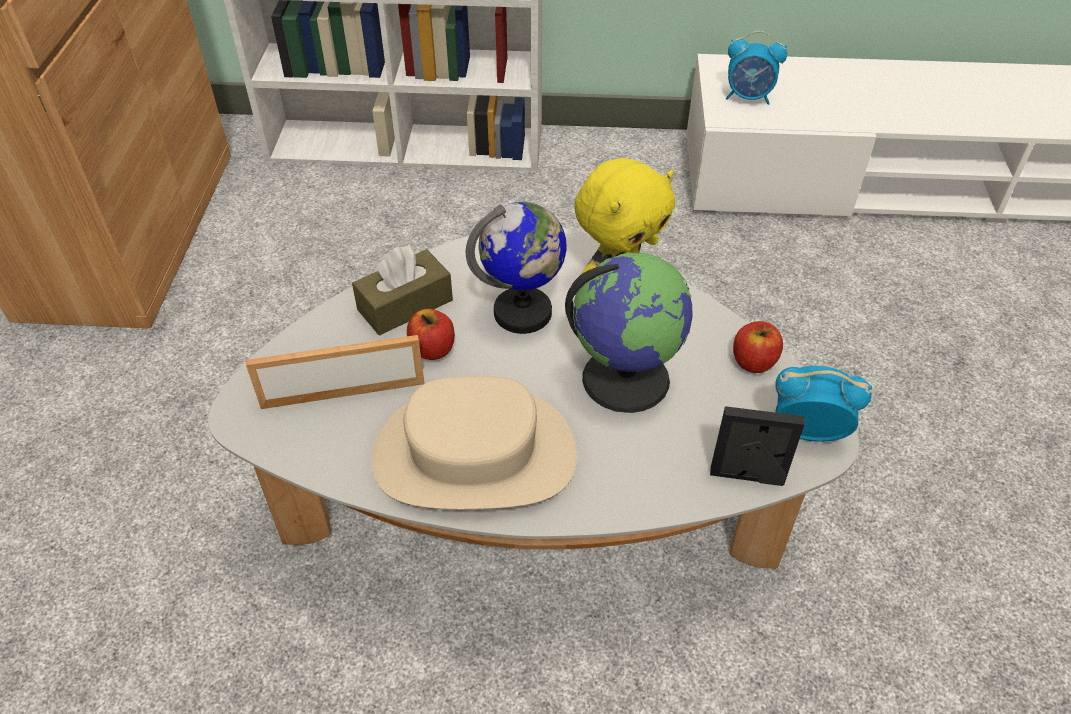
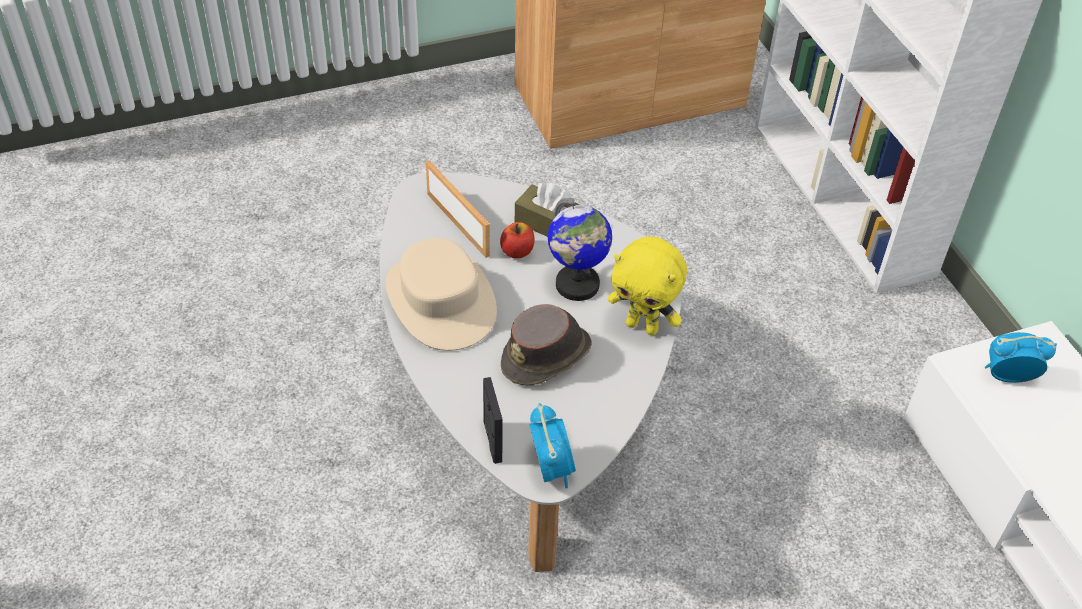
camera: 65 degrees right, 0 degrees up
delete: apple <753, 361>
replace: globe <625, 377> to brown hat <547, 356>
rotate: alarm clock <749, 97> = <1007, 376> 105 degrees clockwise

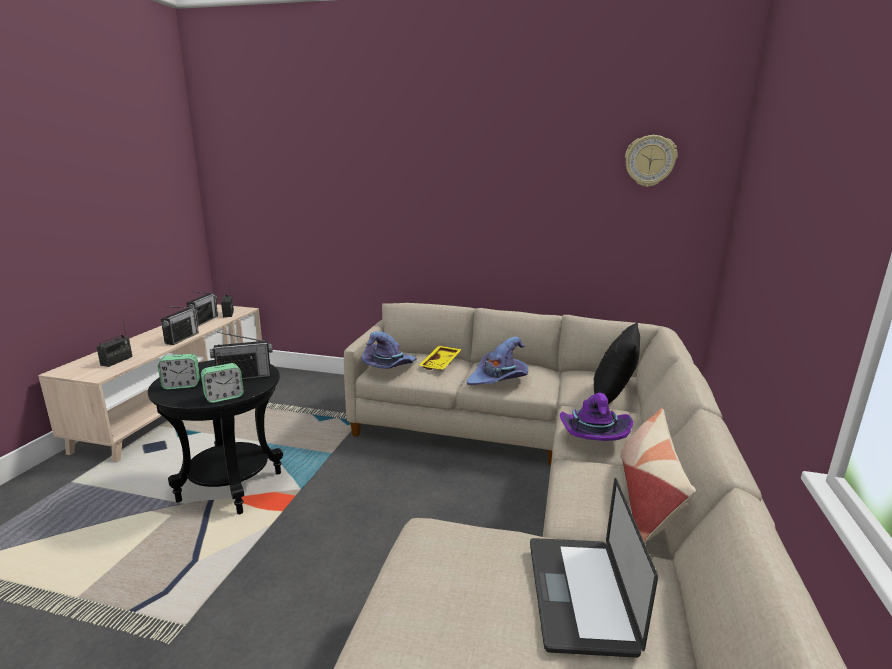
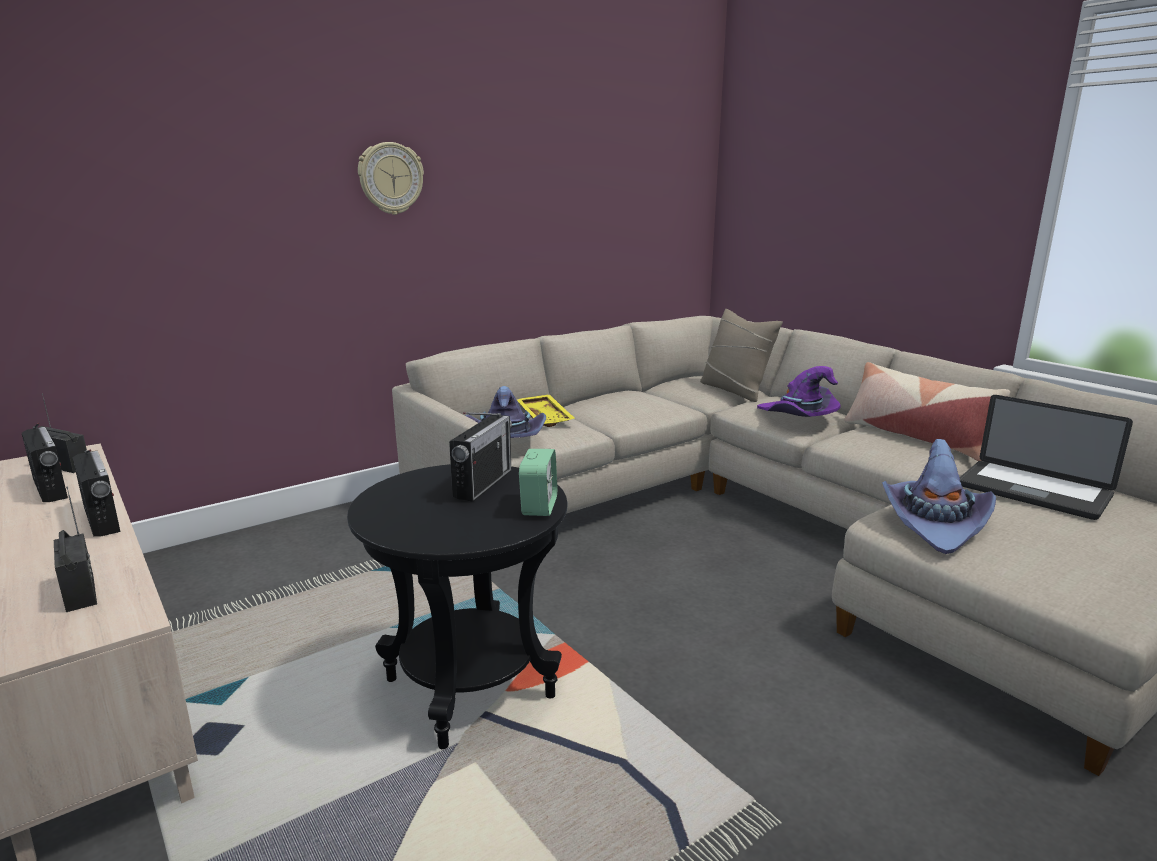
camera: 50 degrees left, 0 degrees up
delete: alarm clock <181, 385>
move: wall clock <649, 161> to <390, 178>; purple hat <498, 379> to <934, 524>
recolor: black pillow <612, 396> to beige pillow <735, 390>

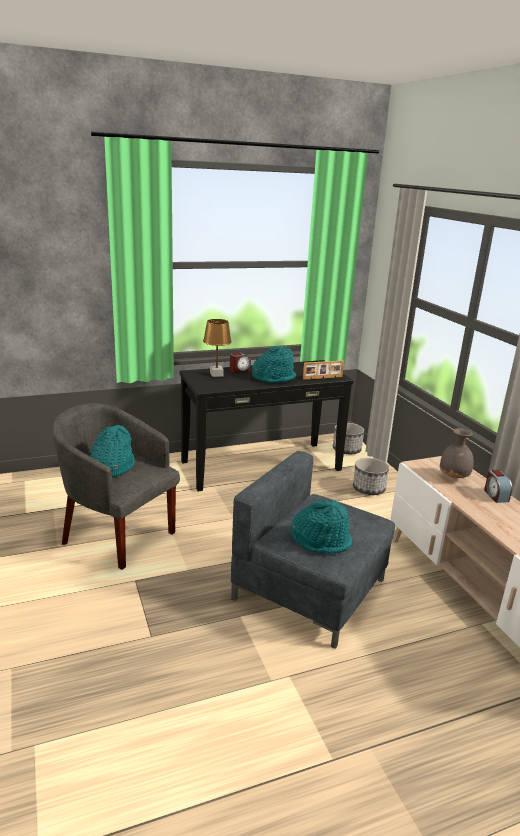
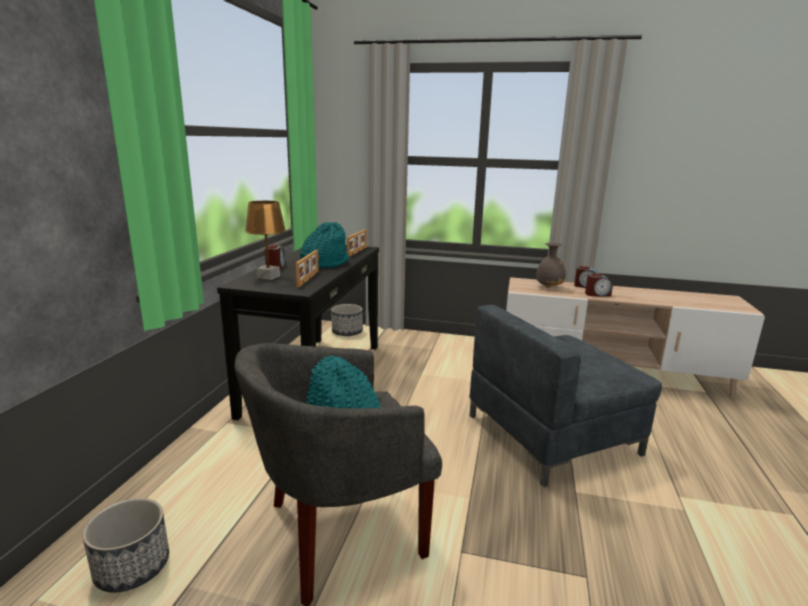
camera: 55 degrees left, 5 degrees down
delete: turquoise hat <321, 540>
insert: picture frame <309, 279>; alarm clock <597, 294>
move: planter <368, 488> to <132, 567>

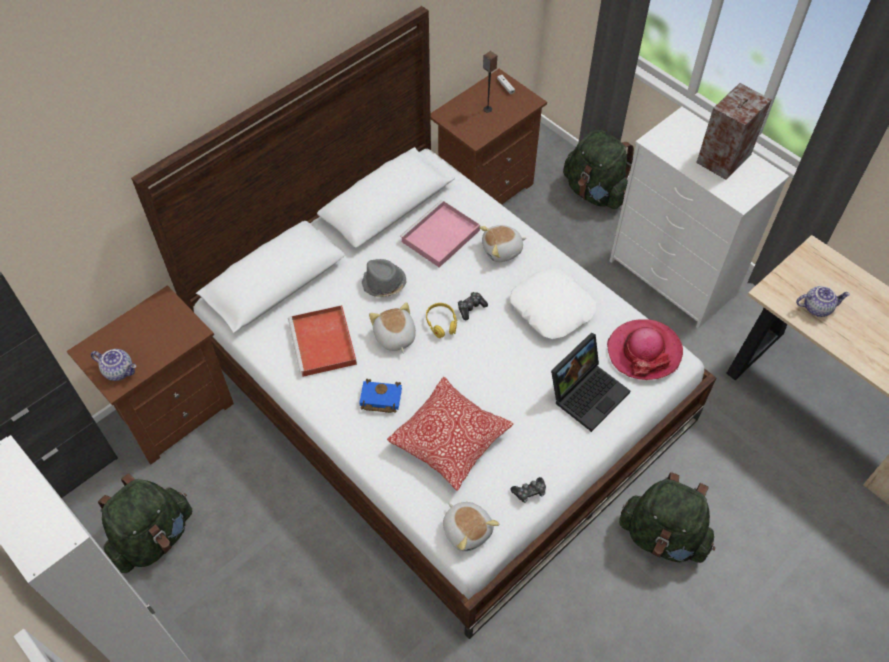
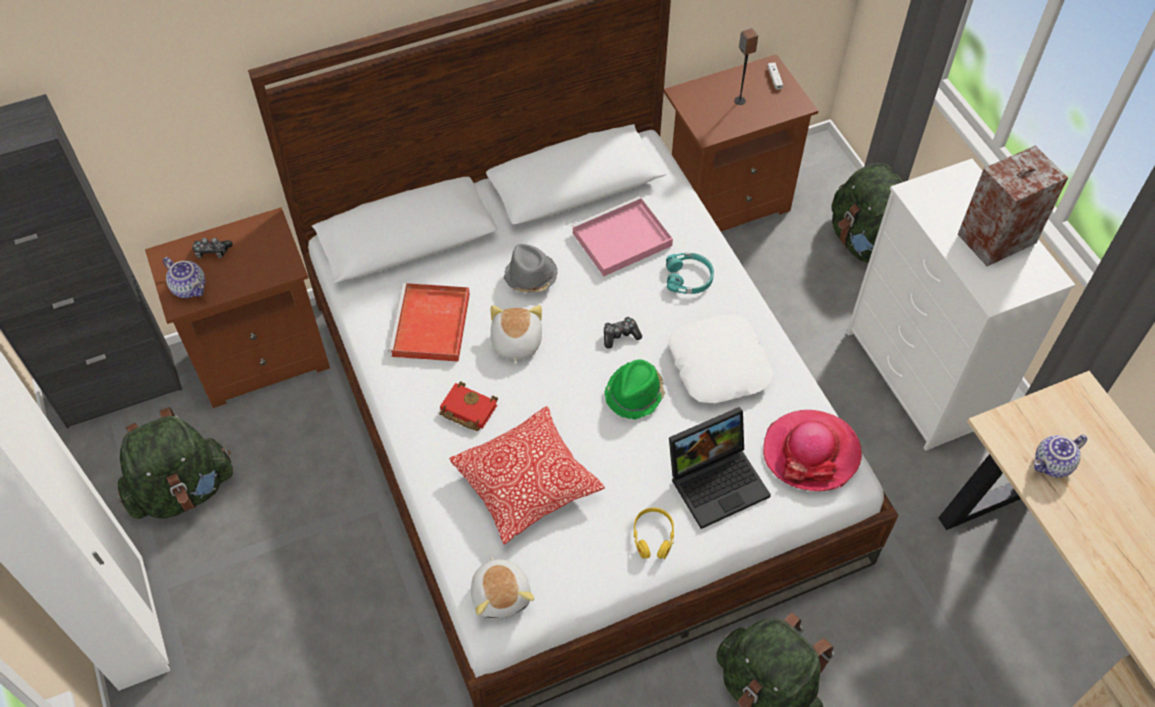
camera: 20 degrees right, 0 degrees up
insert: green hat <635, 393>
move: game controller <529, 492> to <212, 251>; yellow headphones <441, 323> to <653, 537>
replace: plush toy <502, 250> to turquoise headphones <689, 278>
recolor: blue book <379, 399> to red book <466, 410>
rotate: teapot <817, 307> = <1052, 465> 135 degrees clockwise

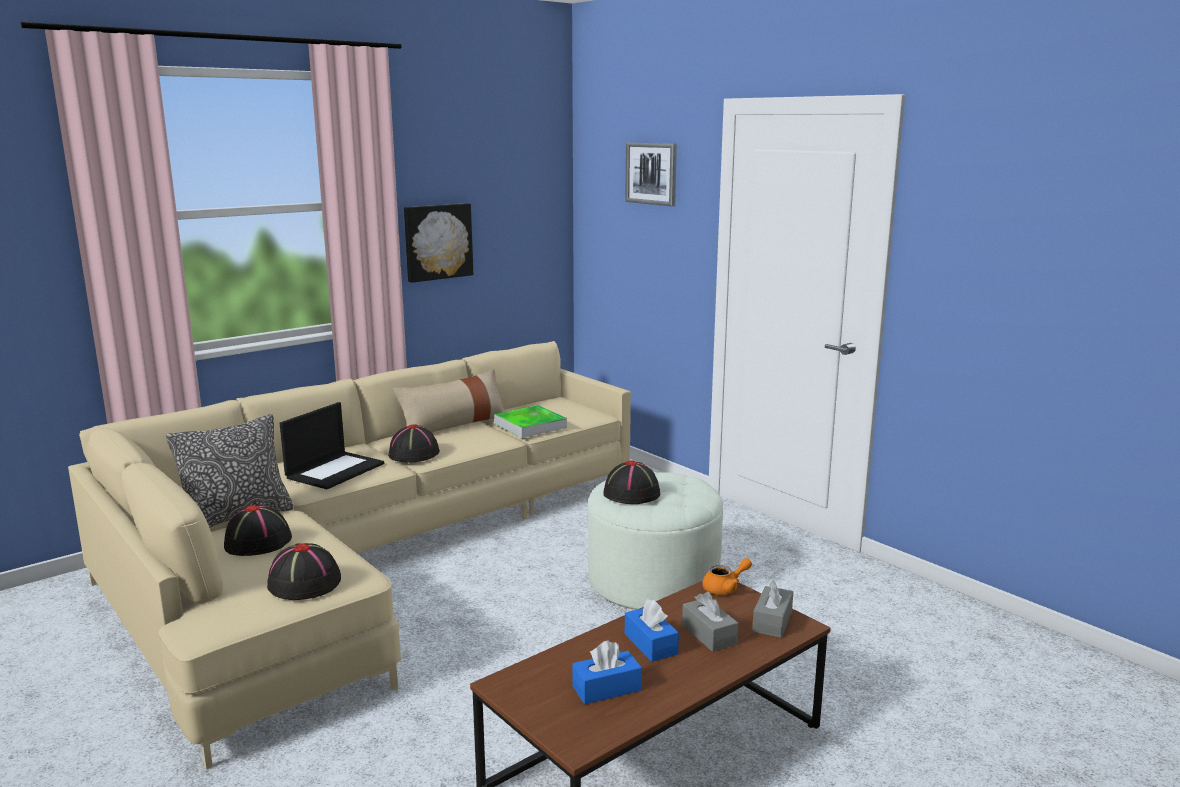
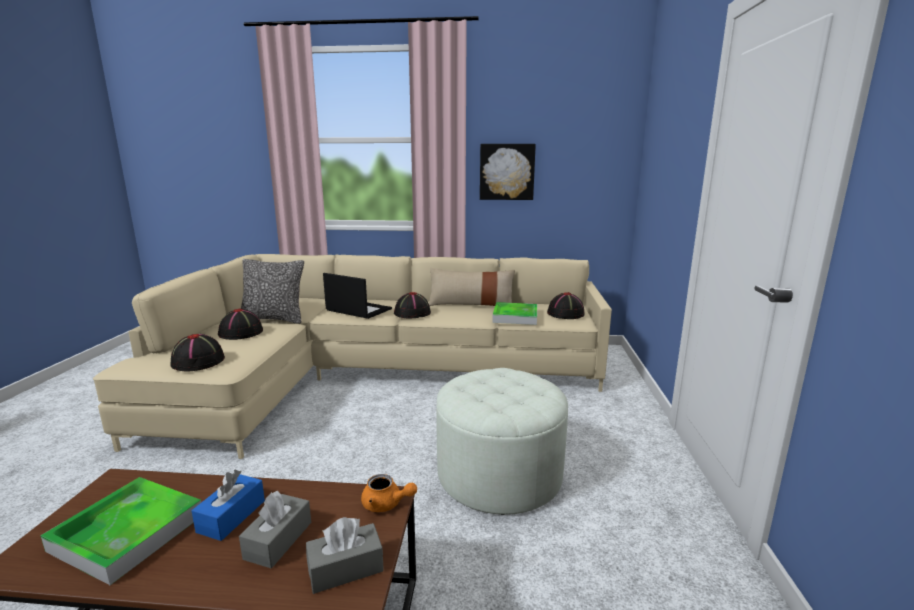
camera: 45 degrees right, 0 degrees up
delete: picture <651, 173>
move: black hat <632, 494> to <565, 314>
replace: blue tissue box <606, 688> to tray <128, 532>
rotate: laptop <335, 470> = <357, 310> 135 degrees counterclockwise

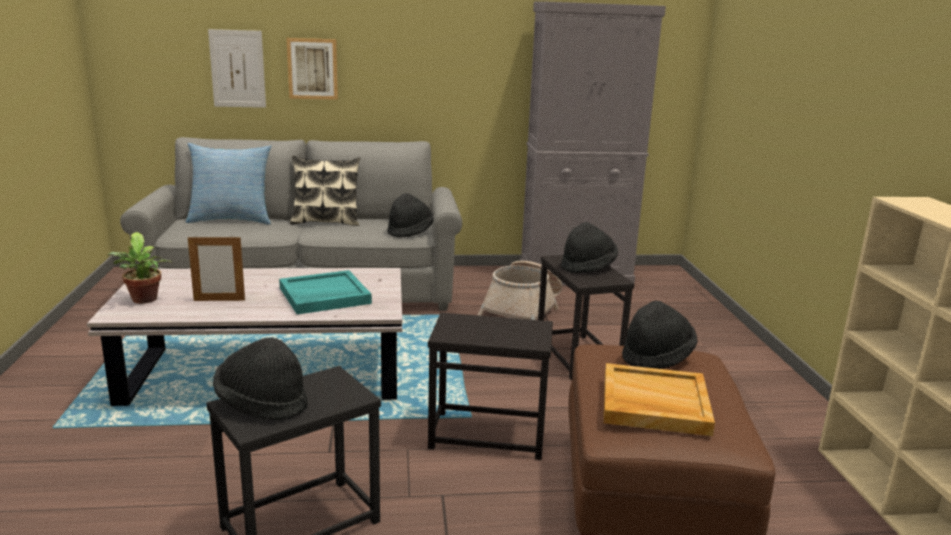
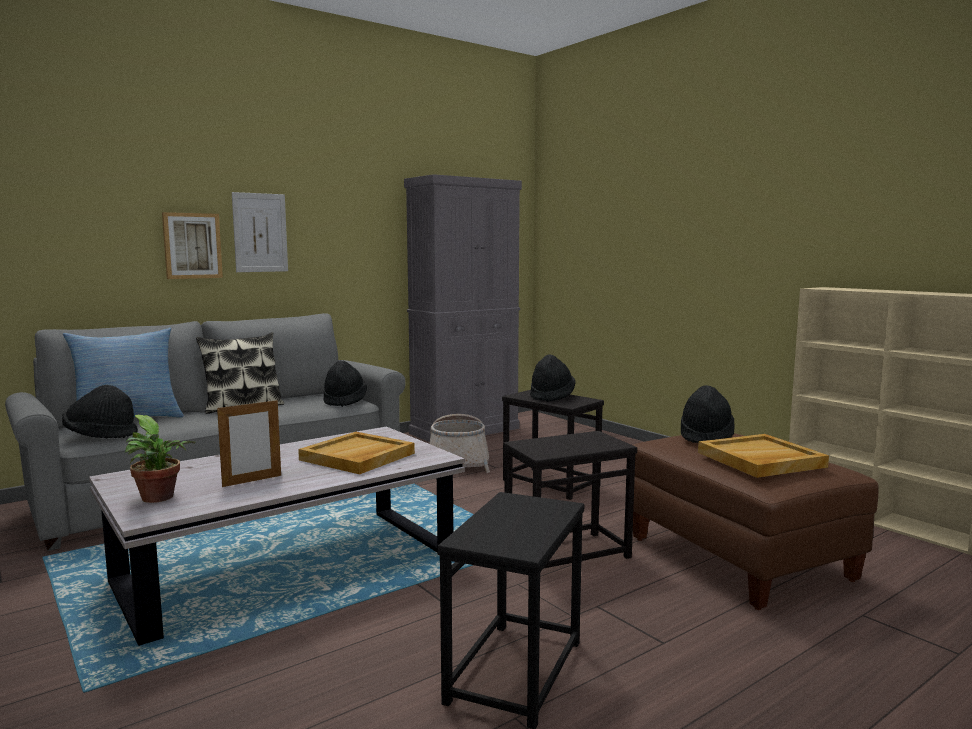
camera: 30 degrees left, 10 degrees down
move: black hat <262, 404> to <100, 436>; picture <237, 69> to <260, 232>
recolor: turquoise tray <324, 296> to beige tray <357, 457>

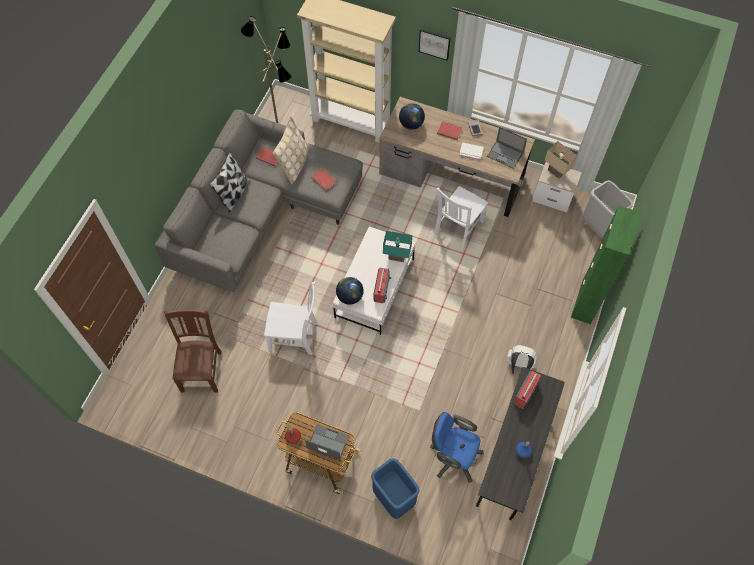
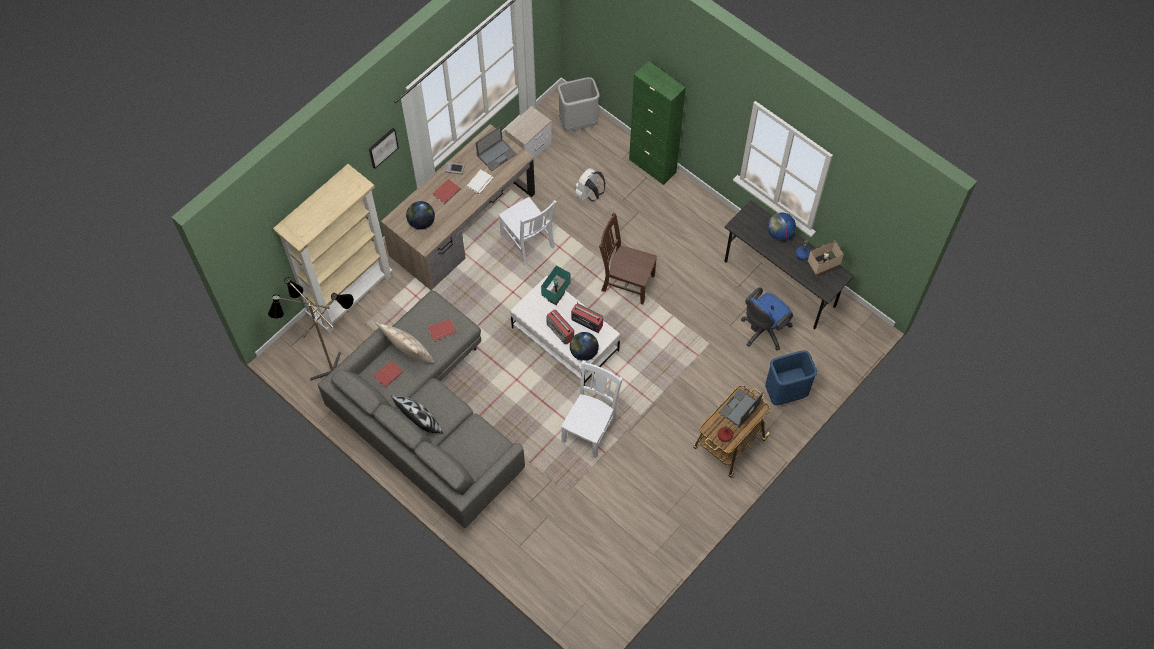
camera: 70 degrees left, 0 degrees up
insert: globe <779, 234>
move: radio <525, 393> to <560, 331>; white backpack <518, 366> to <589, 194>; brown chair <201, 369> to <626, 282>; beige table lamp <555, 172> to <821, 271>

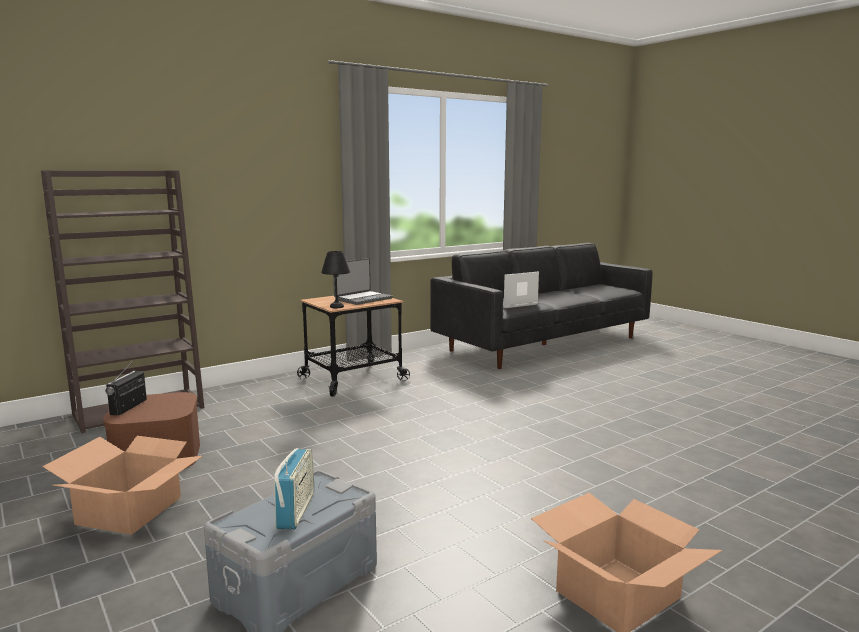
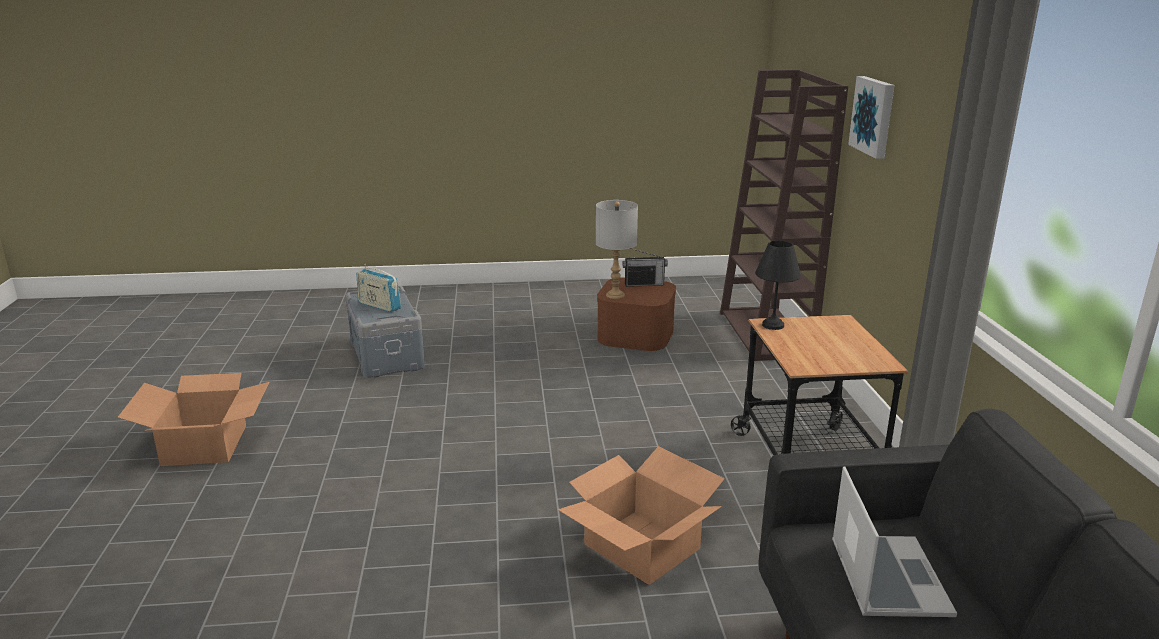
camera: 120 degrees right, 10 degrees up
delete: laptop <362, 299>
insert: grey table lamp <615, 295>; picture <874, 116>
move: cardboard box <130, 510> to <641, 547>
rotate: radio <128, 407> = <644, 284> 135 degrees clockwise

